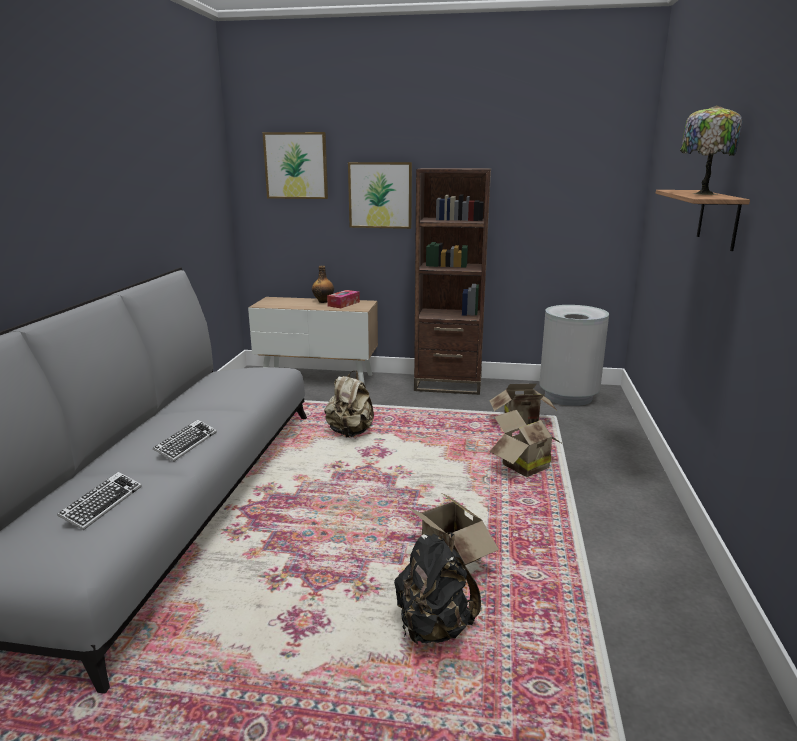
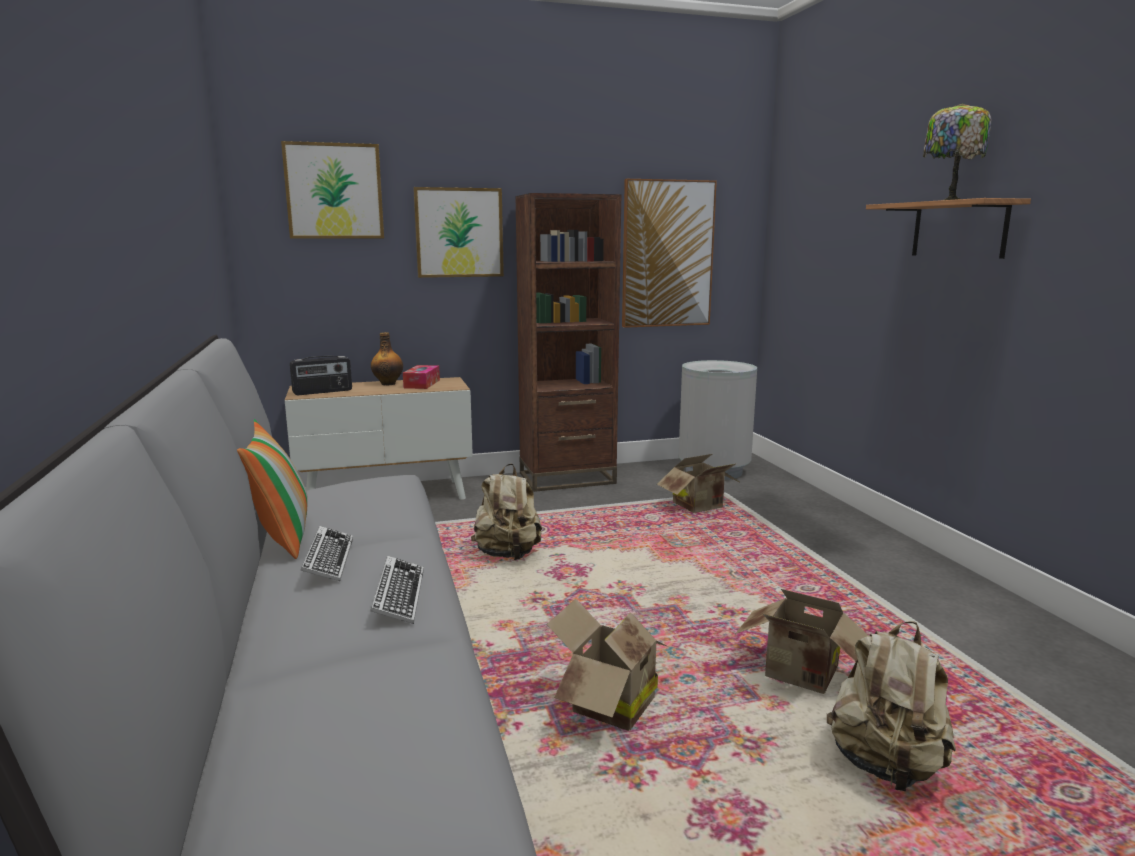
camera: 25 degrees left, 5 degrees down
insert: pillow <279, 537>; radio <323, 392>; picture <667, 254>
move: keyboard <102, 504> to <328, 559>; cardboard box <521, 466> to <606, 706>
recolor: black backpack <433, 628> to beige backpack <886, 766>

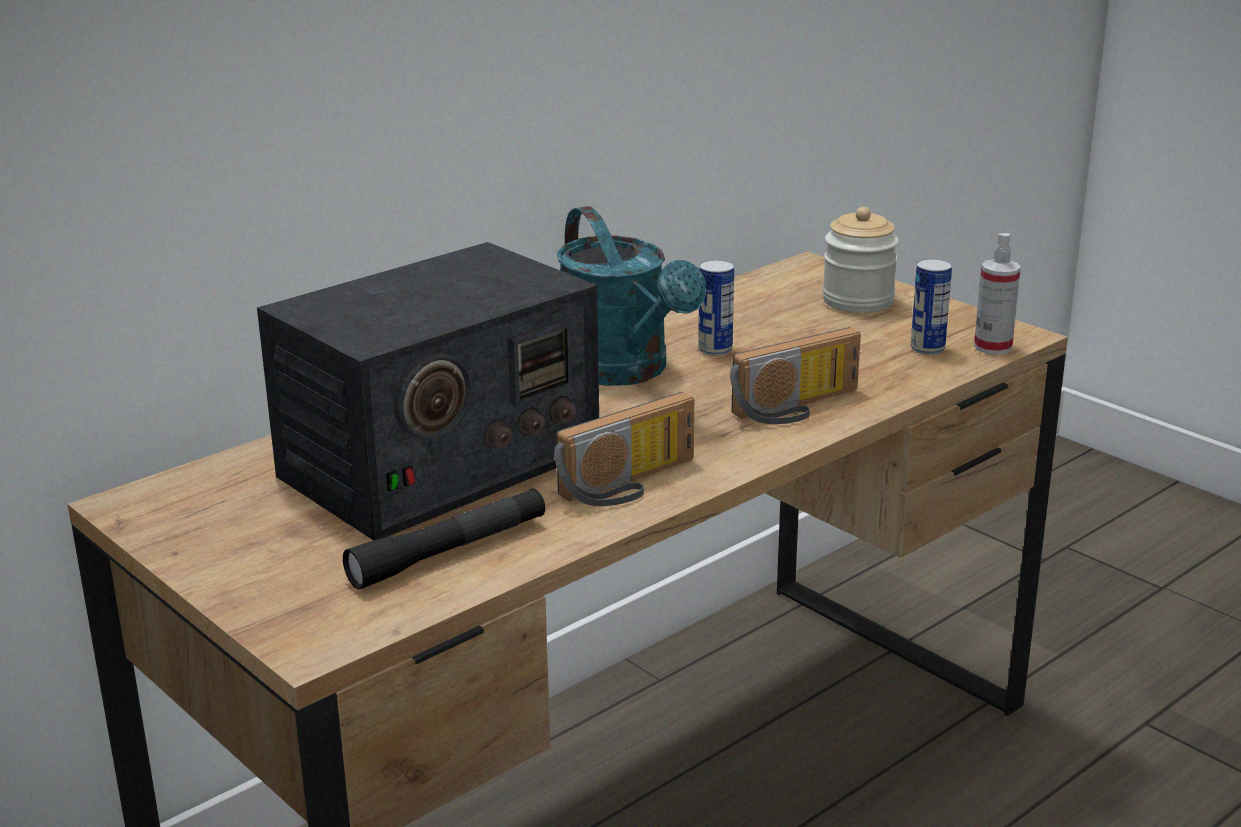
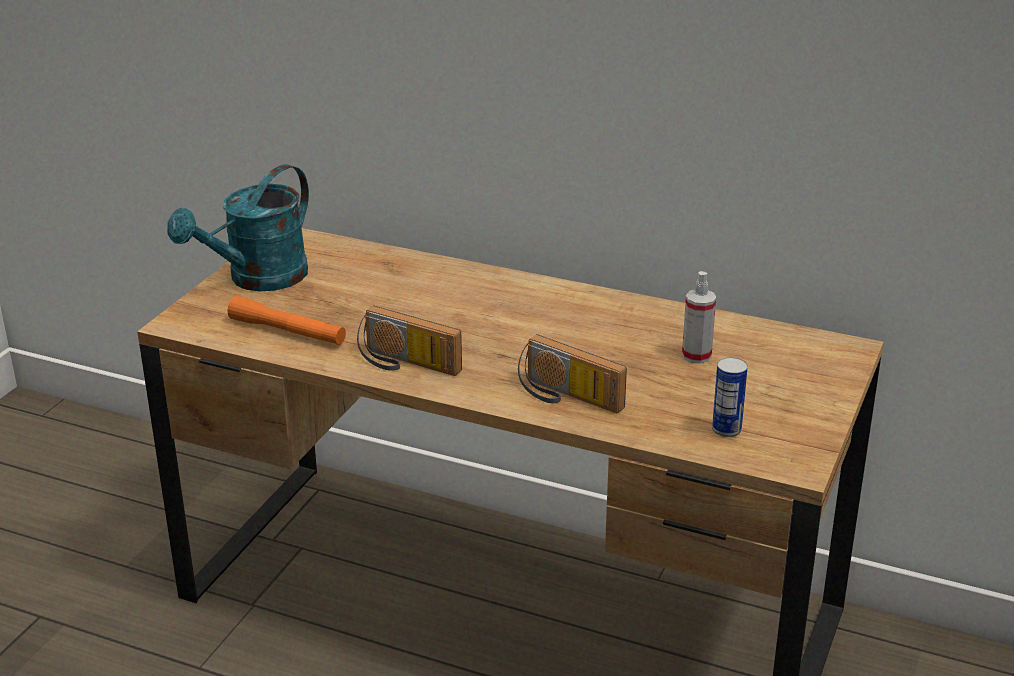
camera: 65 degrees right, 5 degrees up
delete: radio <438, 464>; can <715, 349>; jar <858, 301>
move: turquoise watering can <624, 372> to <257, 280>; spray bottle <993, 347> to <696, 356>
recolor: black flashlight <449, 552> to orange flashlight <287, 332>

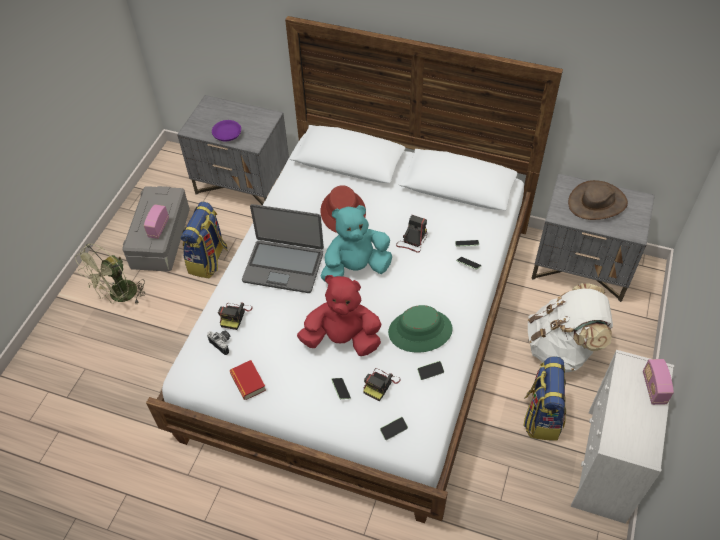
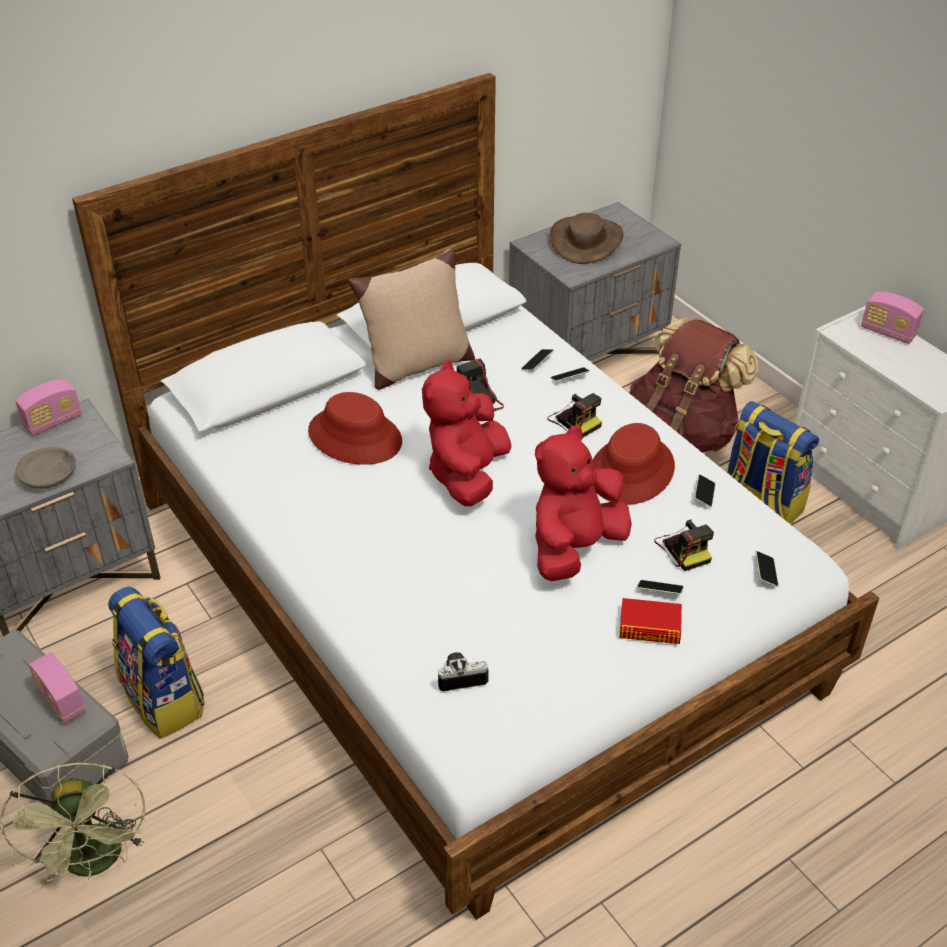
camera: 55 degrees left, 10 degrees down
delete: laptop <284, 266>
insert: radio <53, 422>; beige pillow <416, 366>
move: photo camera <235, 315> to <574, 420>; book <248, 382> to <649, 627>
recolor: purple bowl <227, 135> to grey bowl <49, 475>; turquoise plush toy <356, 268> to red plush toy <467, 475>; green hat <420, 331> to red hat <632, 471>; white backpack <561, 348> to brown backpack <682, 434>

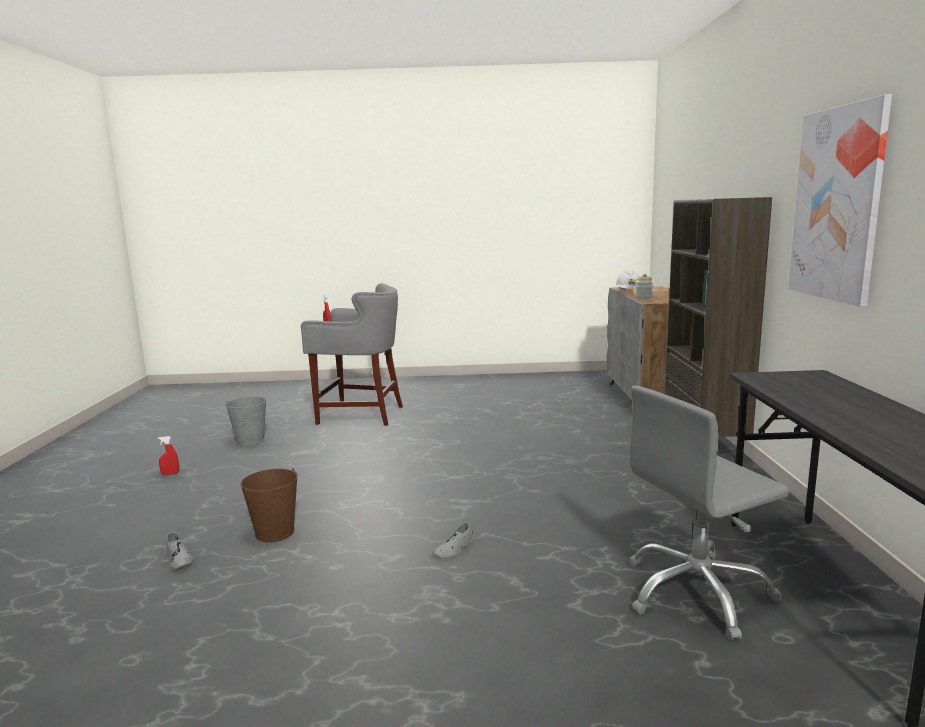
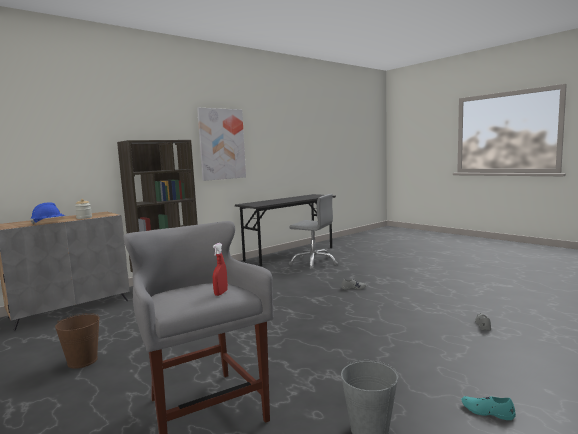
camera: 130 degrees left, 5 degrees down
move: brown bucket <274, 532> to <82, 361>
replace: red spray bottle <170, 474> to turquoise shoe <487, 411>
recolor: white hard hat <628, 292> to blue hard hat <49, 222>

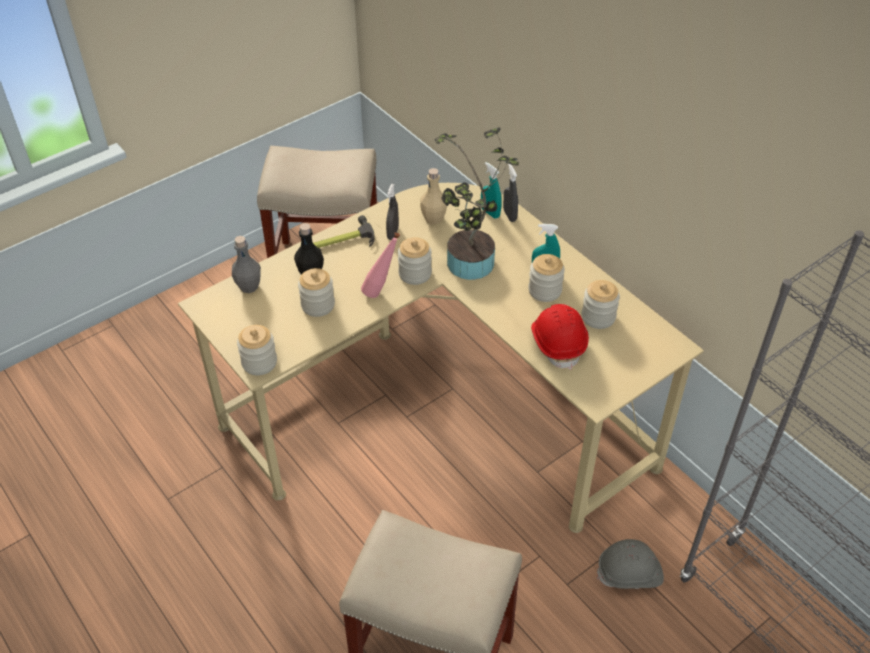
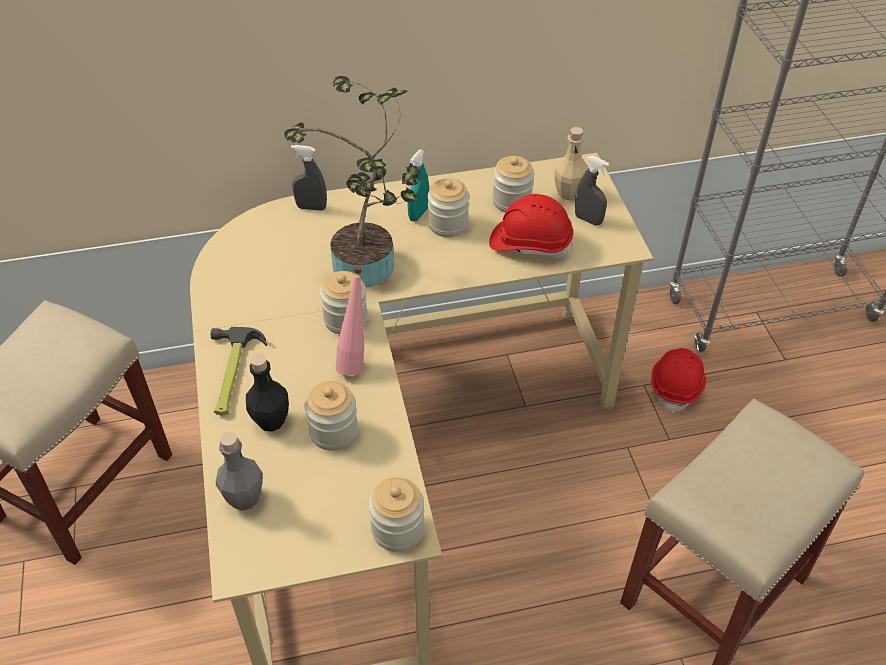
camera: 65 degrees left, 0 degrees up
delete: turquoise spray bottle <490, 213>
move: beige bottle <433, 218> to <569, 193>; grey spray bottle <393, 233> to <588, 220>
recolor: grey hard hat <630, 573> to red hard hat <676, 386>

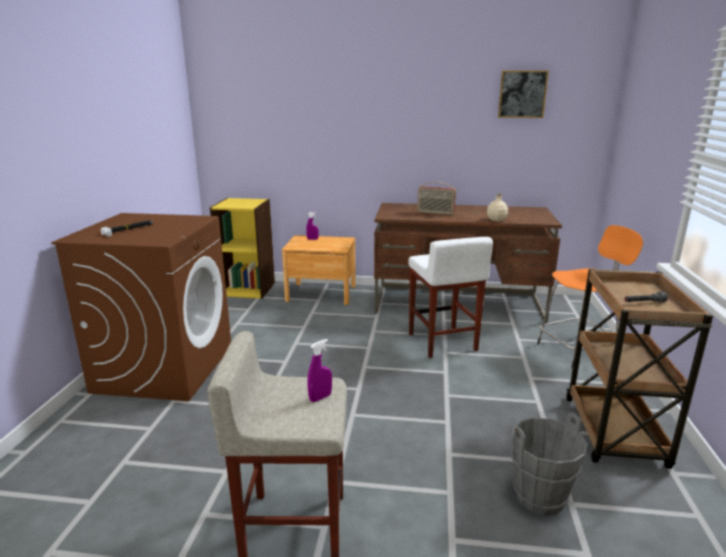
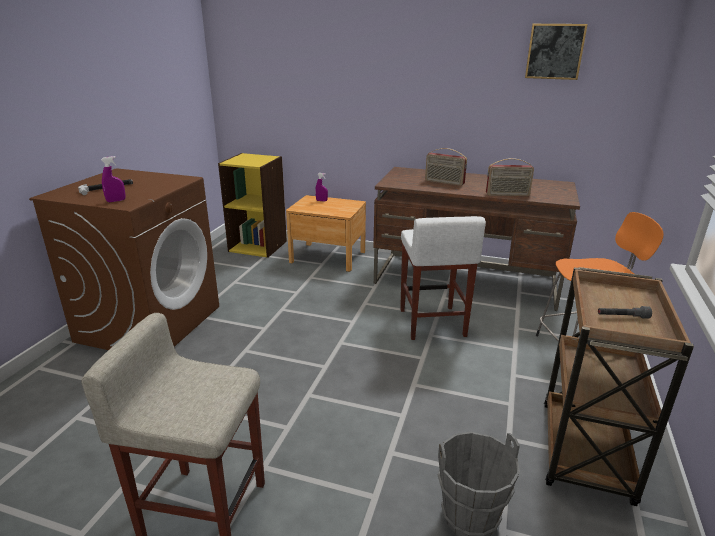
camera: 10 degrees right, 5 degrees up
move: purple spray bottle <320, 397> to <116, 201>
replace: beige bottle <496, 220> to radio <507, 195>

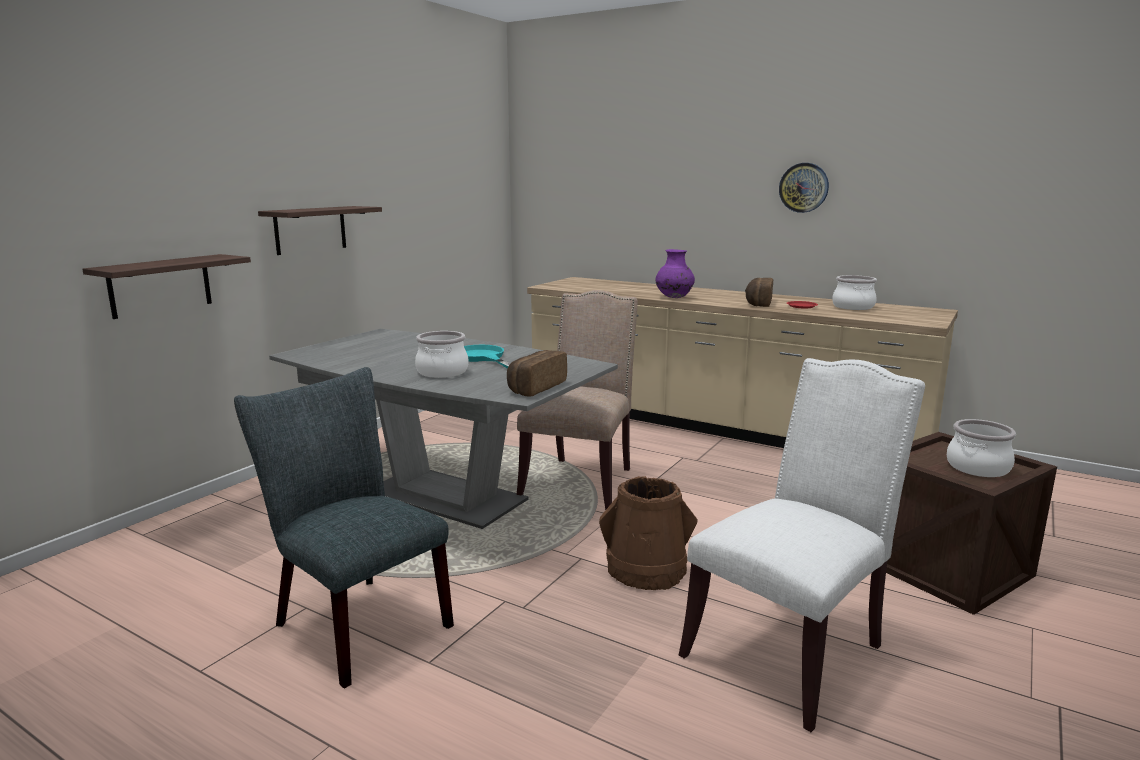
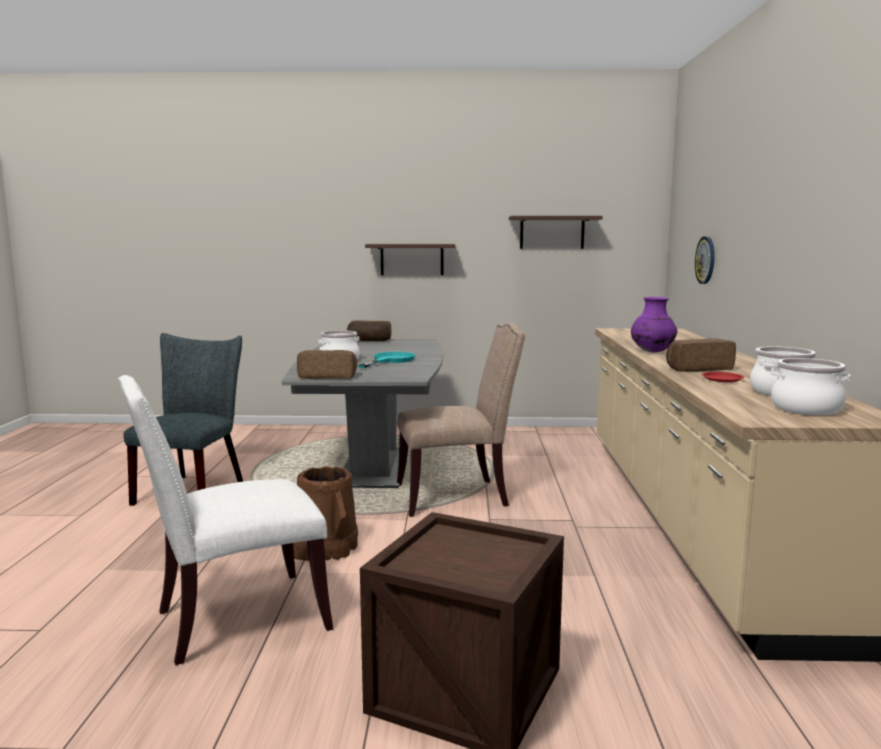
camera: 60 degrees right, 5 degrees down
insert: bread <369, 340>
move: shelf <160, 285> to <552, 232>; wall clock <803, 187> to <706, 260>; cooking pot <978, 468> to <806, 409>
rotate: white chair <791, 649> = <234, 620> 135 degrees clockwise

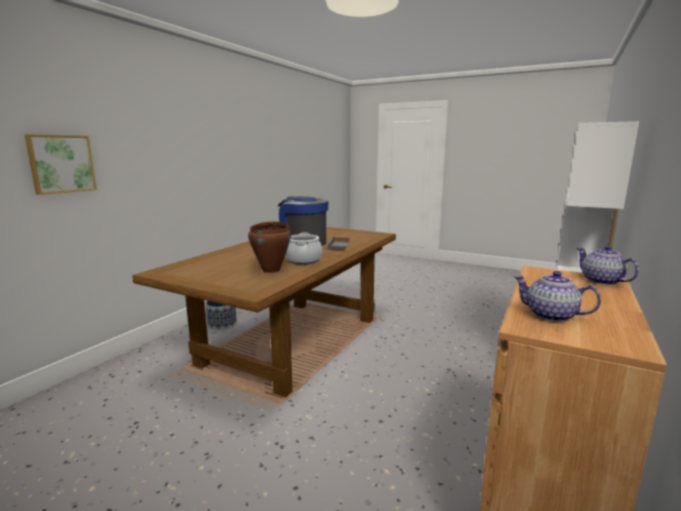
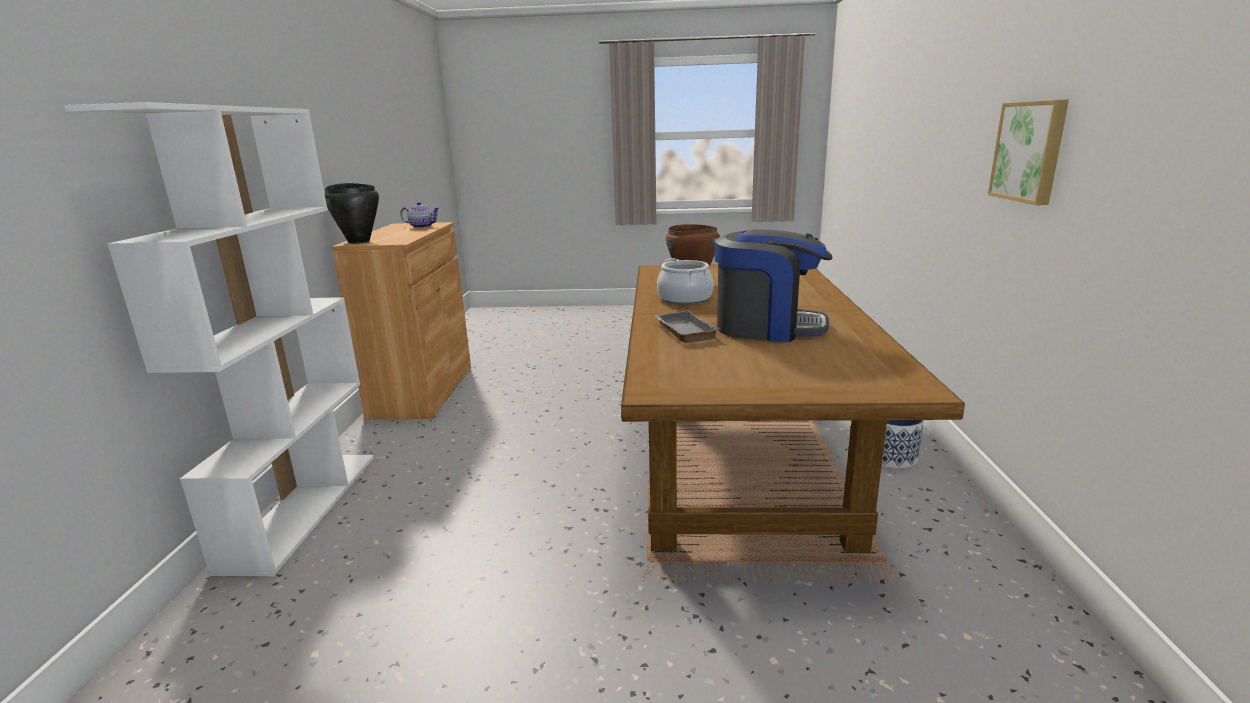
camera: 155 degrees right, 5 degrees up
move: picture <61, 164> to <1030, 151>
replace: teapot <601, 281> to black cooking pot <359, 241>

